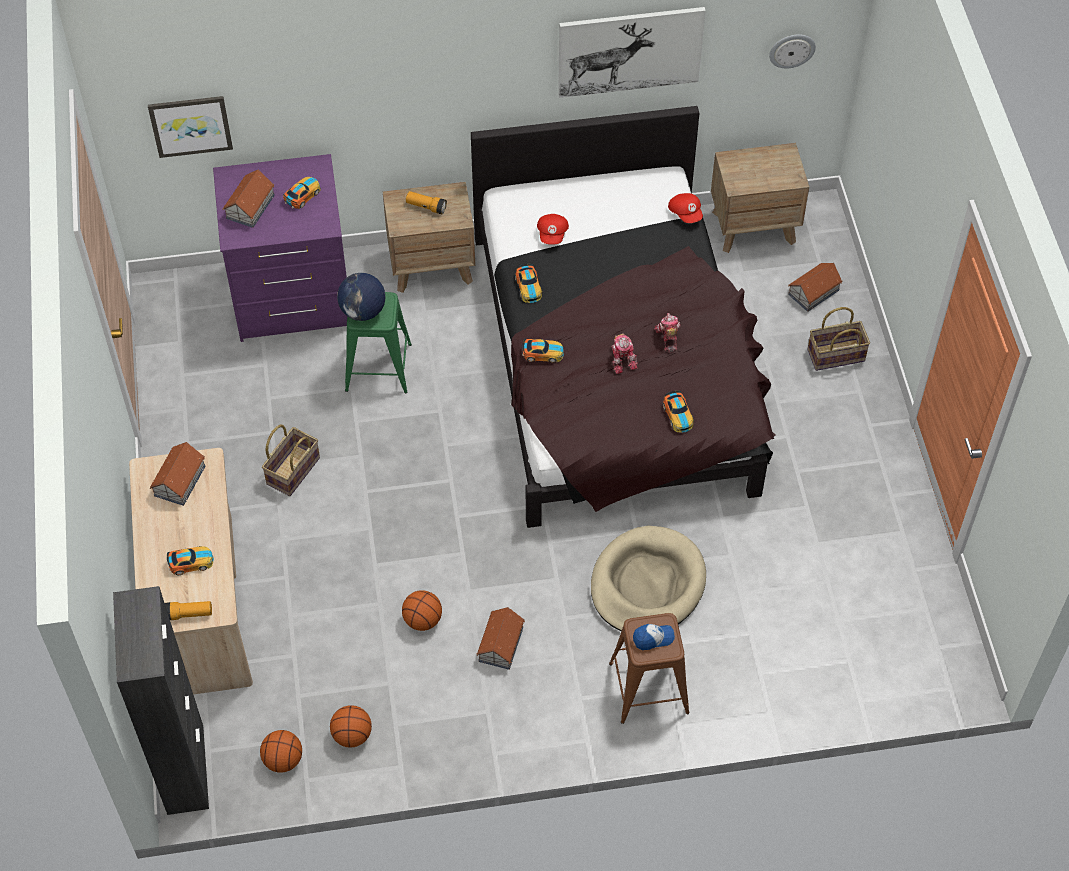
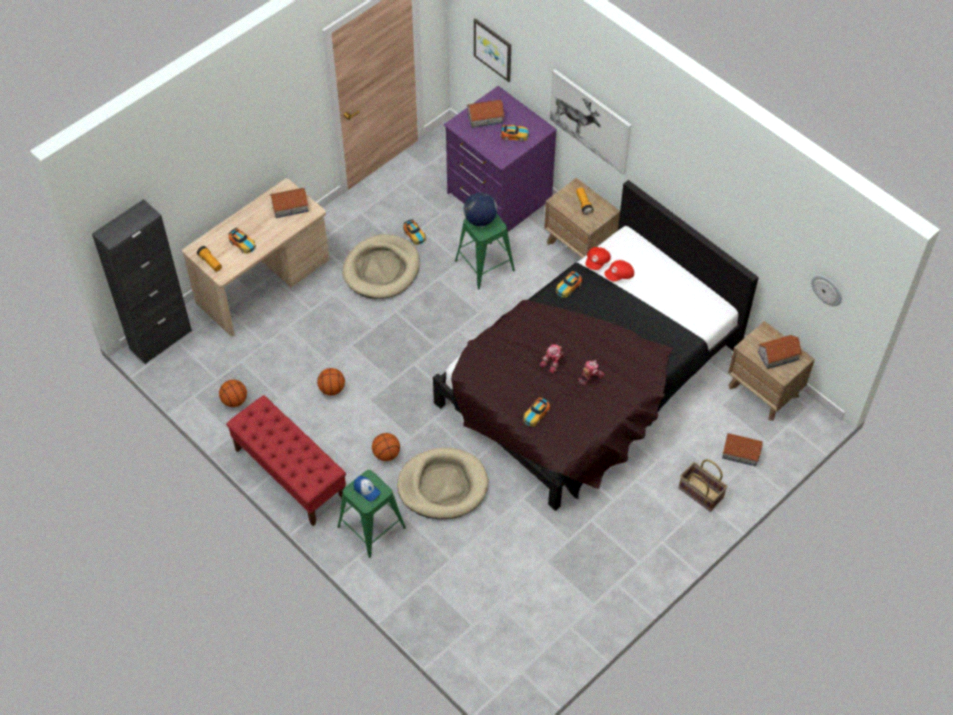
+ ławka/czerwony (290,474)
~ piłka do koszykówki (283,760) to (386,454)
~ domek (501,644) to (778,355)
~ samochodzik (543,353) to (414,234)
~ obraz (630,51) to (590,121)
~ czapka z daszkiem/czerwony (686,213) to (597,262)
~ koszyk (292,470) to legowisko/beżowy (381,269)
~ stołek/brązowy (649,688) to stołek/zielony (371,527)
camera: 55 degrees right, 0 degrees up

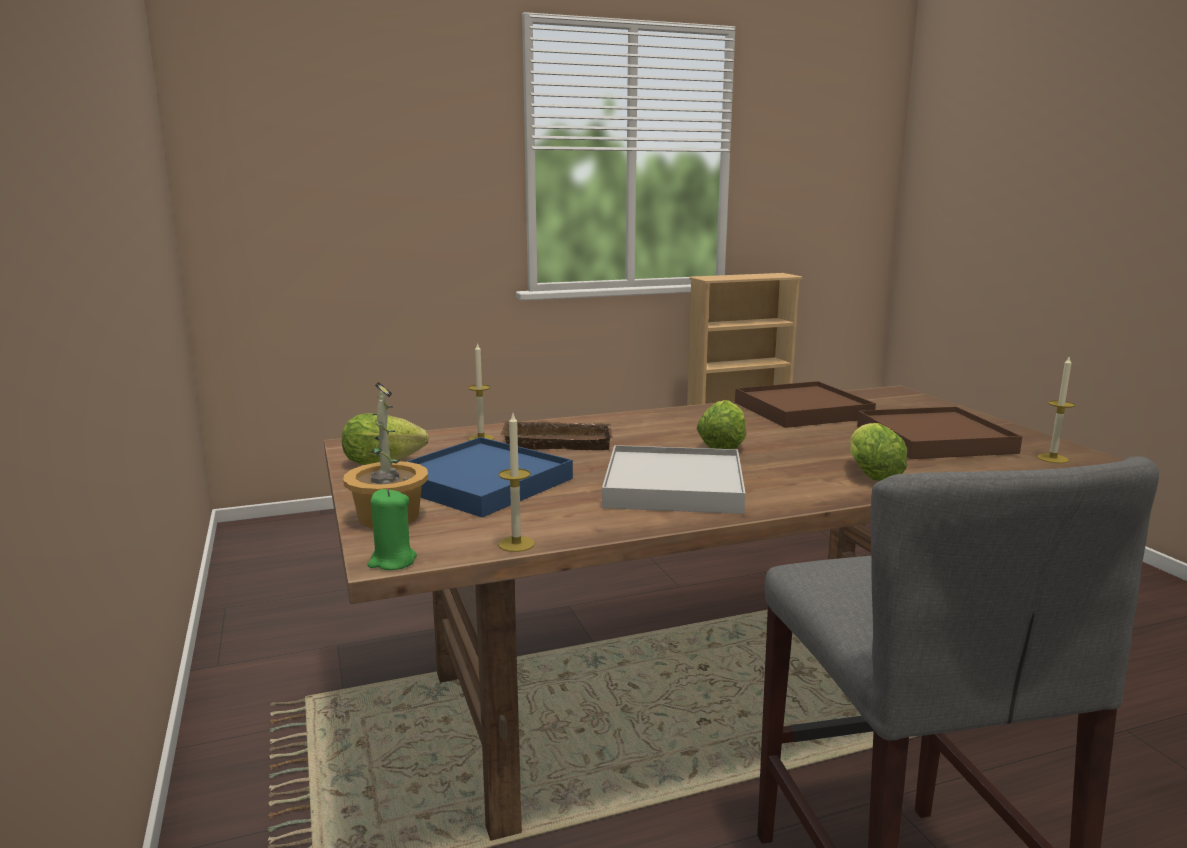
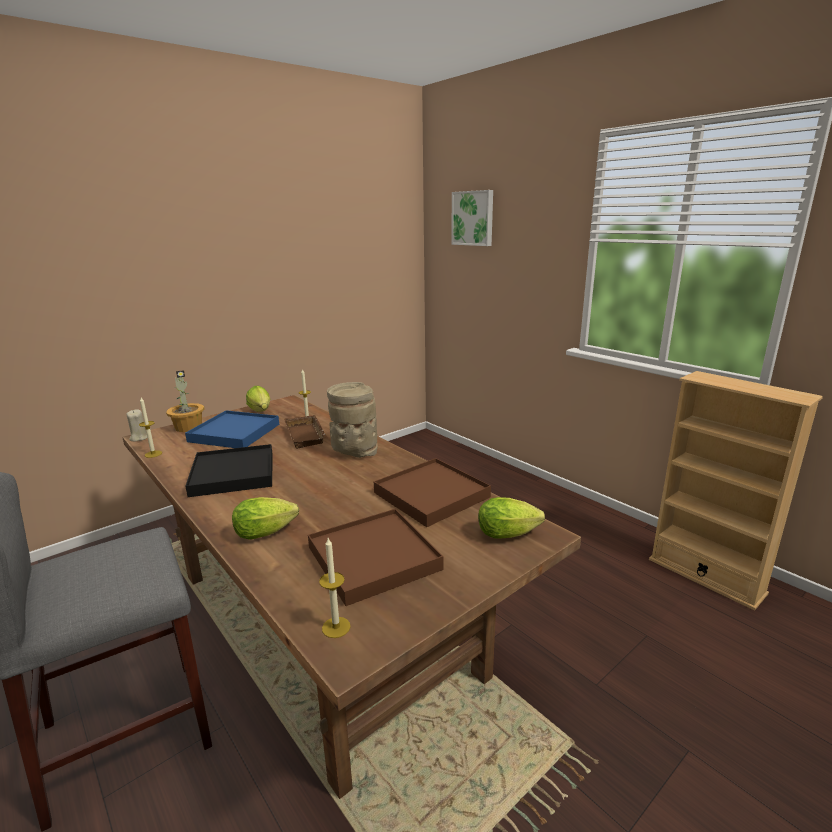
+ wazon/beżowy (354,451)
+ obraz (473,218)
~ sałata (723,446) to (510,534)
~ świeca/zielony (392,561) to świeca/beżowy (139,438)
~ taca/biały (674,486) to taca/czarny (233,474)
camera: 70 degrees right, 5 degrees up

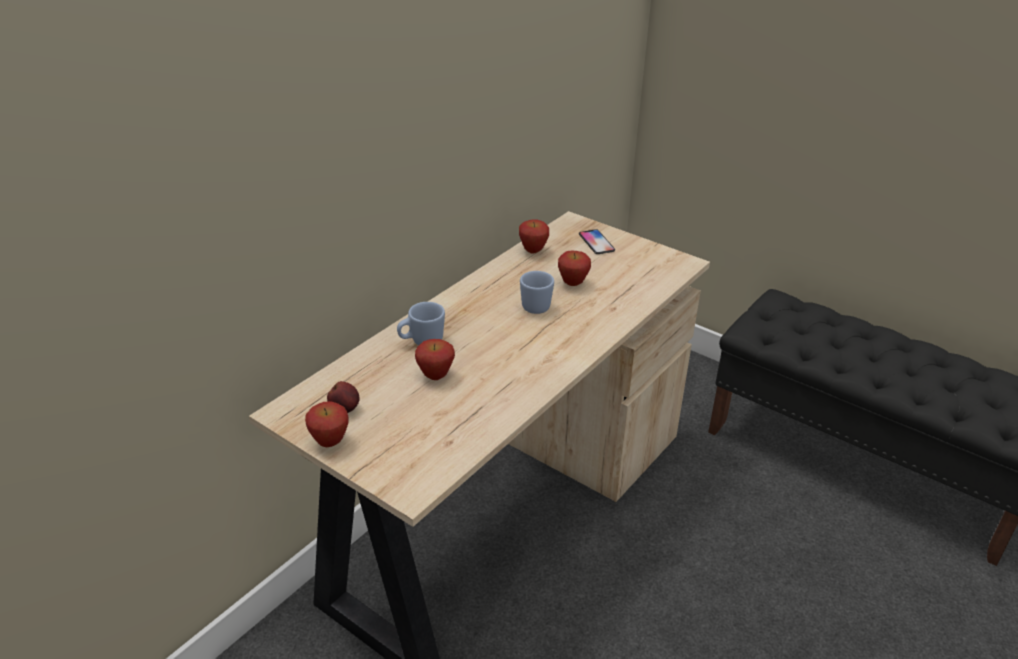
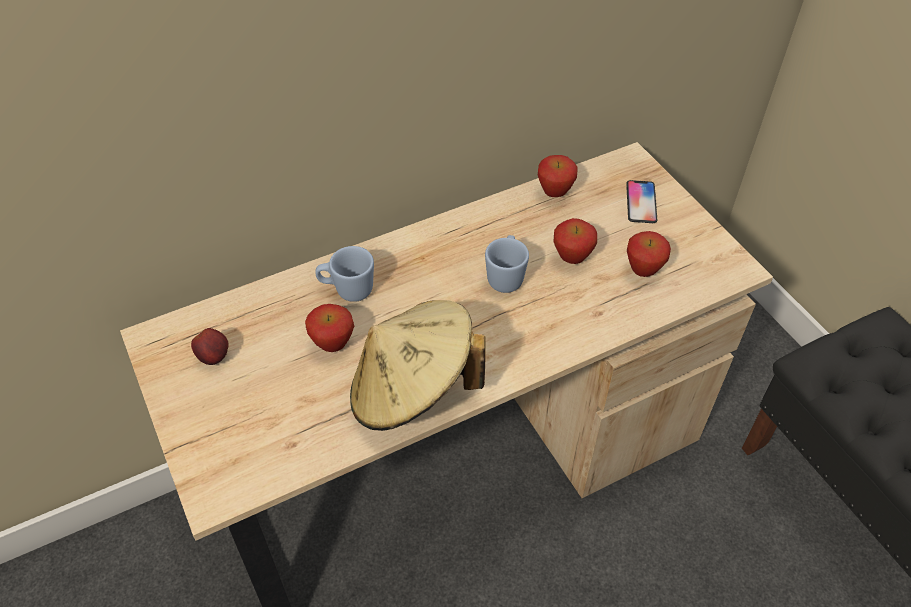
+ kapelusz/beżowy (412,391)
~ jabłko (330,442) to (643,271)
camera: 25 degrees right, 15 degrees up

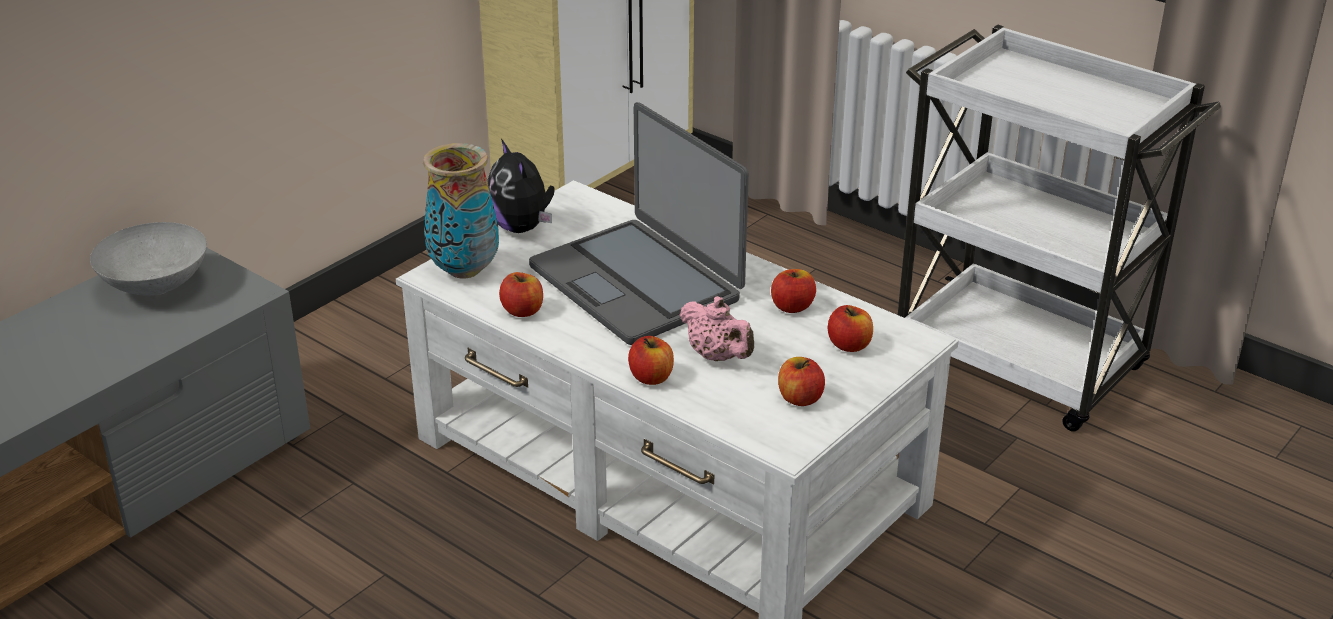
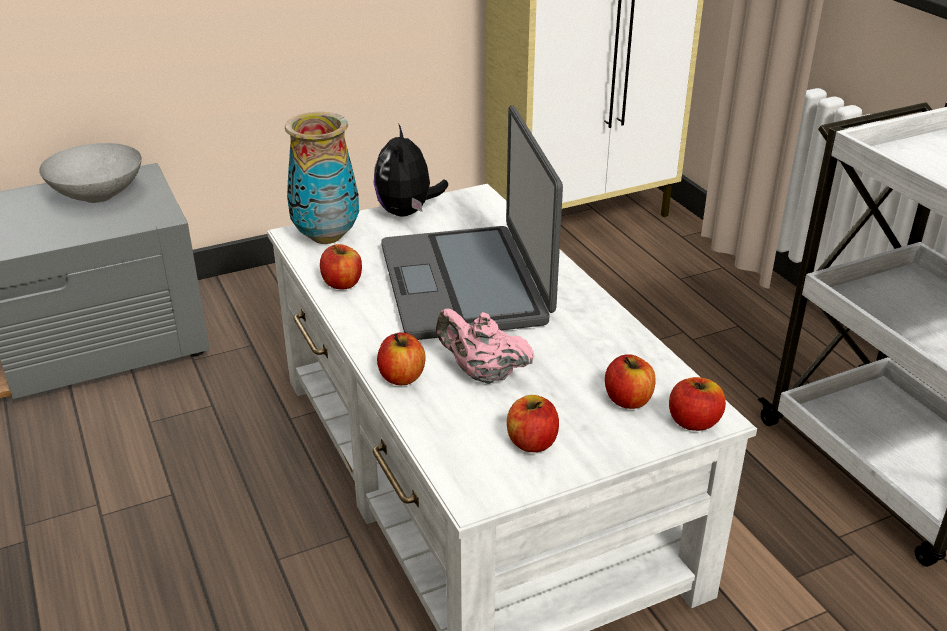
~ jabłko (792,306) to (693,422)
~ imbryk/różowy (717,356) = (483,374) 135 degrees clockwise
camera: 25 degrees right, 0 degrees up

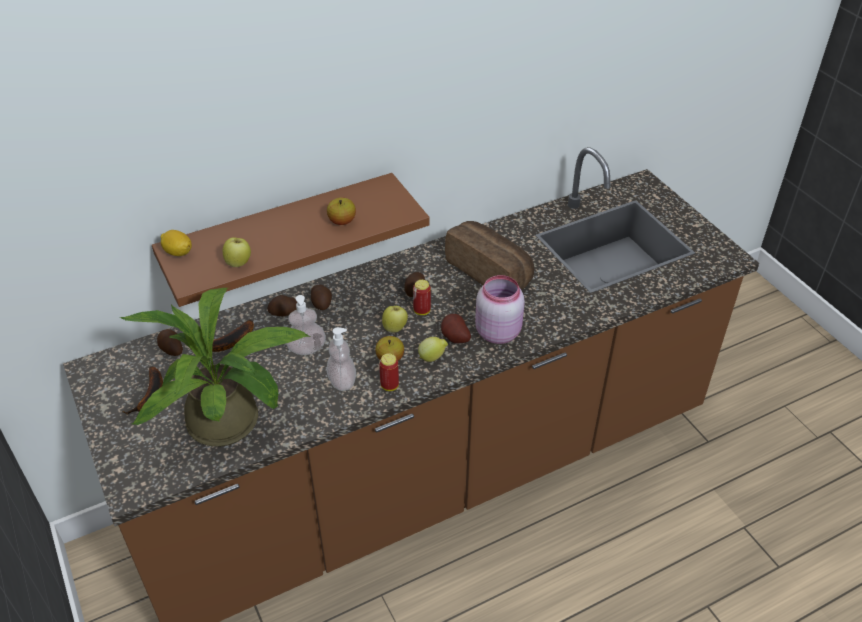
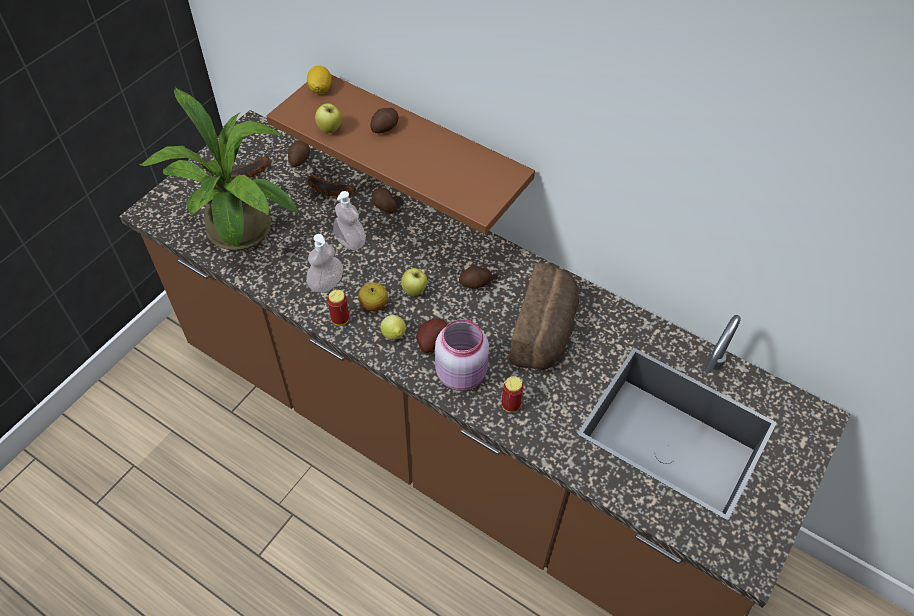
- jabłko (342,221)
~ ziemniak (321,302) to (385,127)
~ puszka (422,311) to (510,405)
camera: 60 degrees right, 10 degrees up

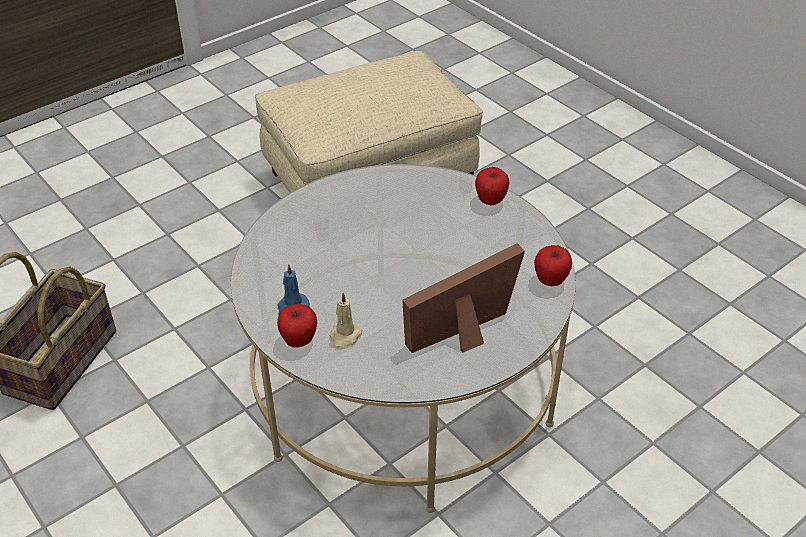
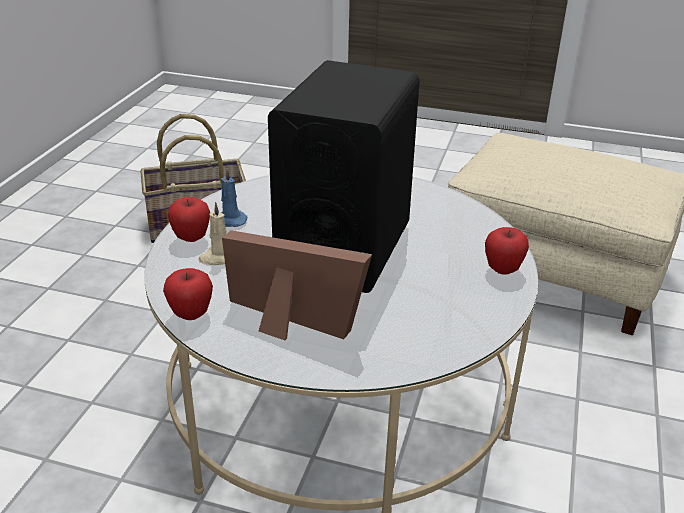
+ głośnik/czarny (344,247)
~ jabłko (550,281) to (191,314)
camera: 55 degrees right, 10 degrees down

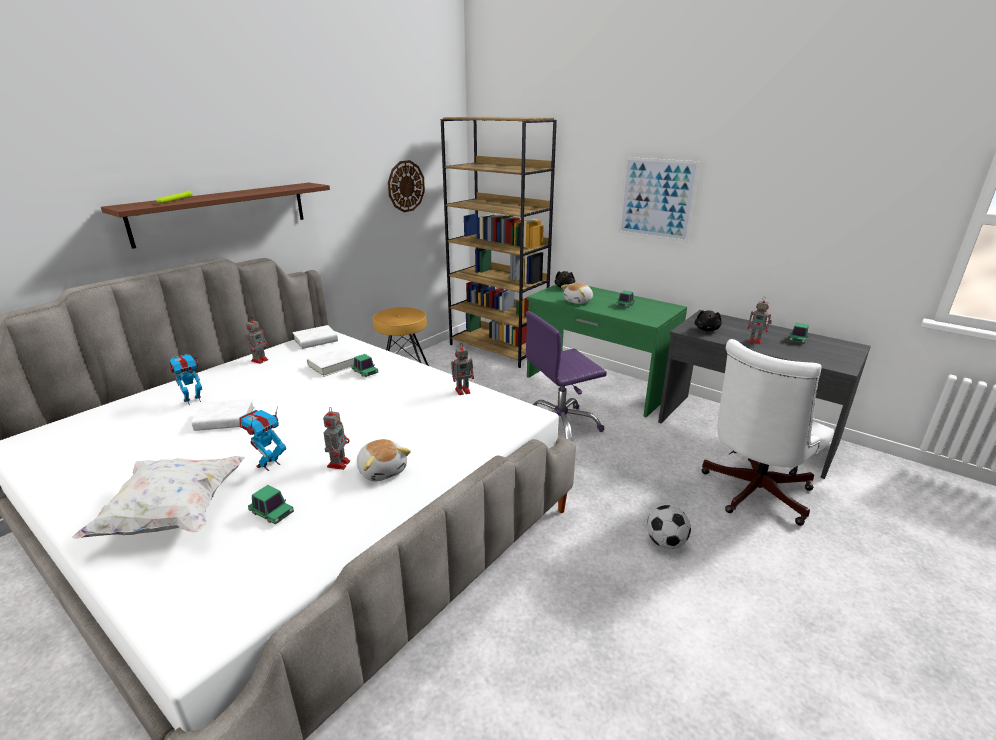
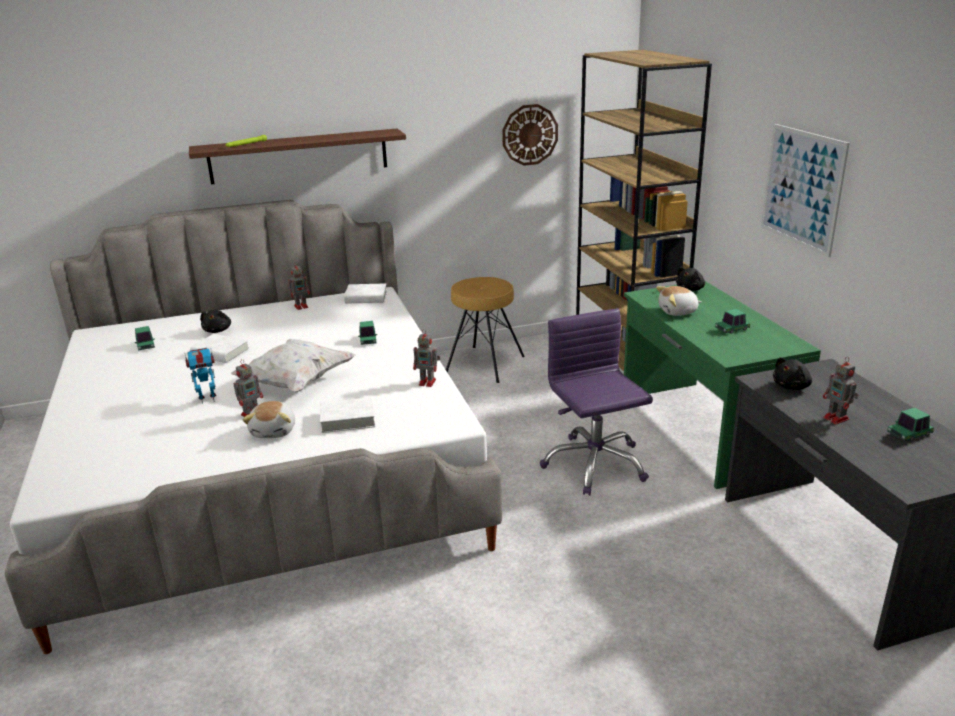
- piłka futbolowa (665,542)
- krzesło biurowe/biały (751,493)
~ poduszka/biały (173,515) to (296,382)
~ samochodzik (271,513) to (145,345)
~ książka/biały (333,365) to (347,419)
~ robot zabawkowy (193,400) to pluszak/czarny (217,330)
~ krzesło biurowe/fioletowy (560,426) = (594,464) 60 degrees clockwise
camera: 35 degrees right, 0 degrees up

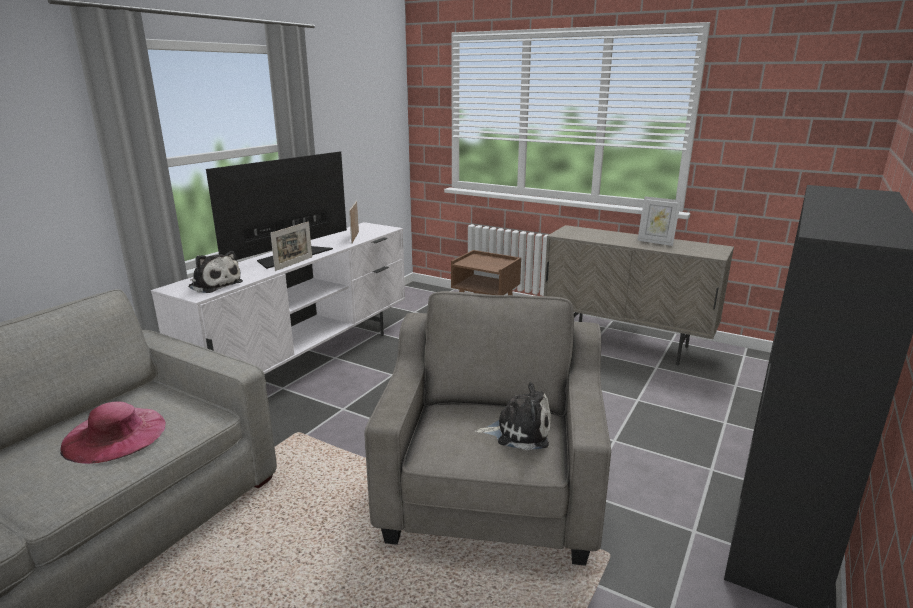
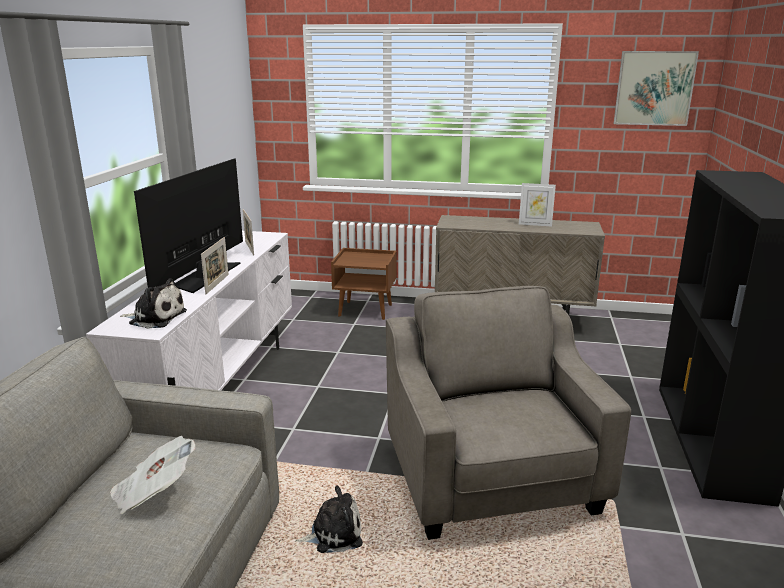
+ obraz (654,88)
~ pluszak (519,431) to (333,534)
~ kapelusz/różowy (114,434) to gazeta (154,492)
camera: 20 degrees left, 0 degrees up

